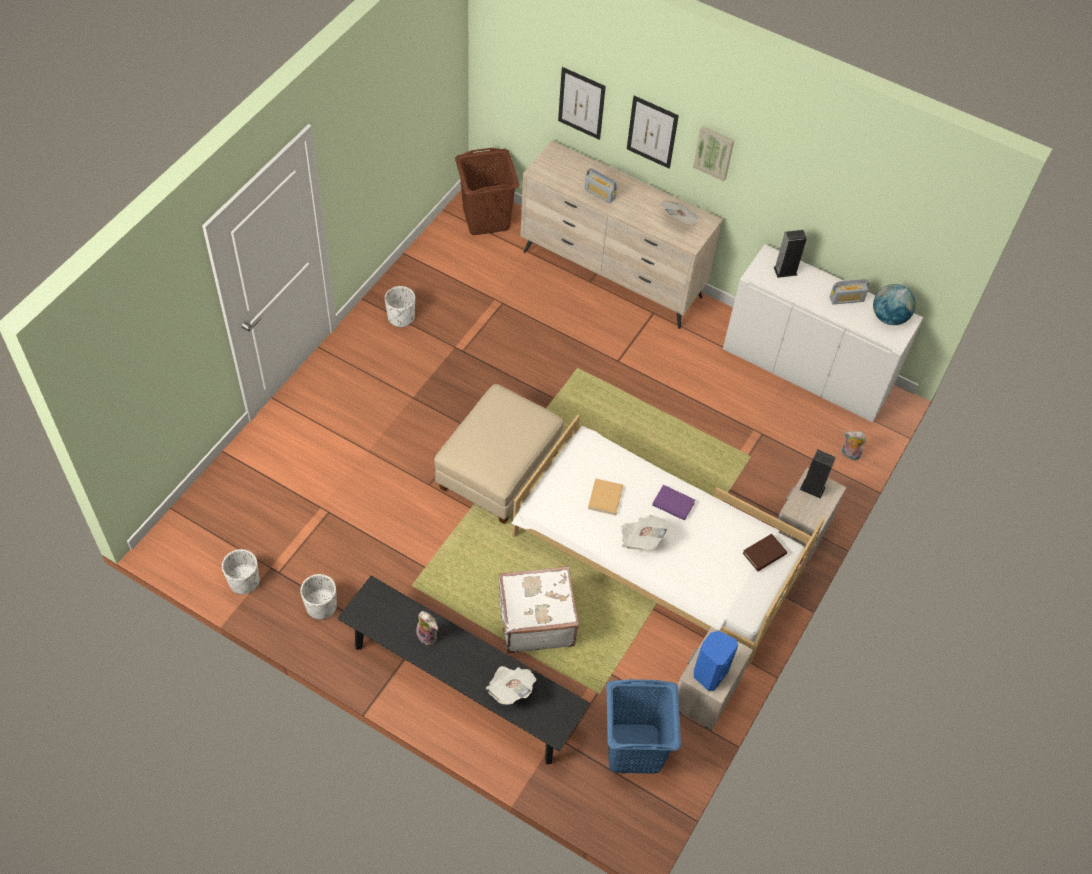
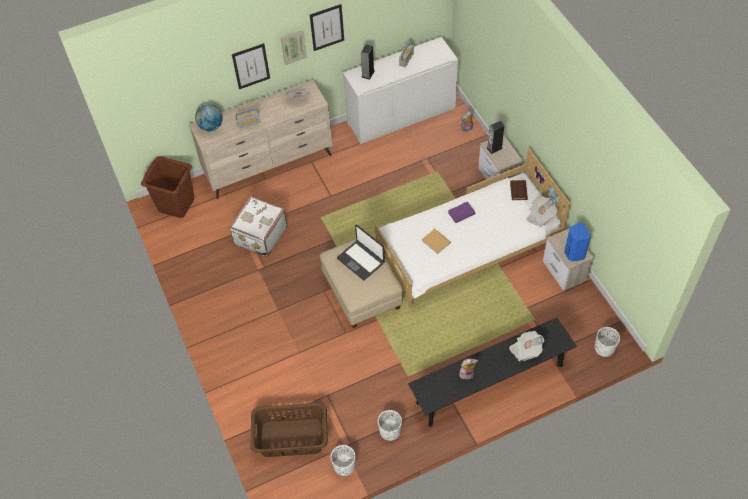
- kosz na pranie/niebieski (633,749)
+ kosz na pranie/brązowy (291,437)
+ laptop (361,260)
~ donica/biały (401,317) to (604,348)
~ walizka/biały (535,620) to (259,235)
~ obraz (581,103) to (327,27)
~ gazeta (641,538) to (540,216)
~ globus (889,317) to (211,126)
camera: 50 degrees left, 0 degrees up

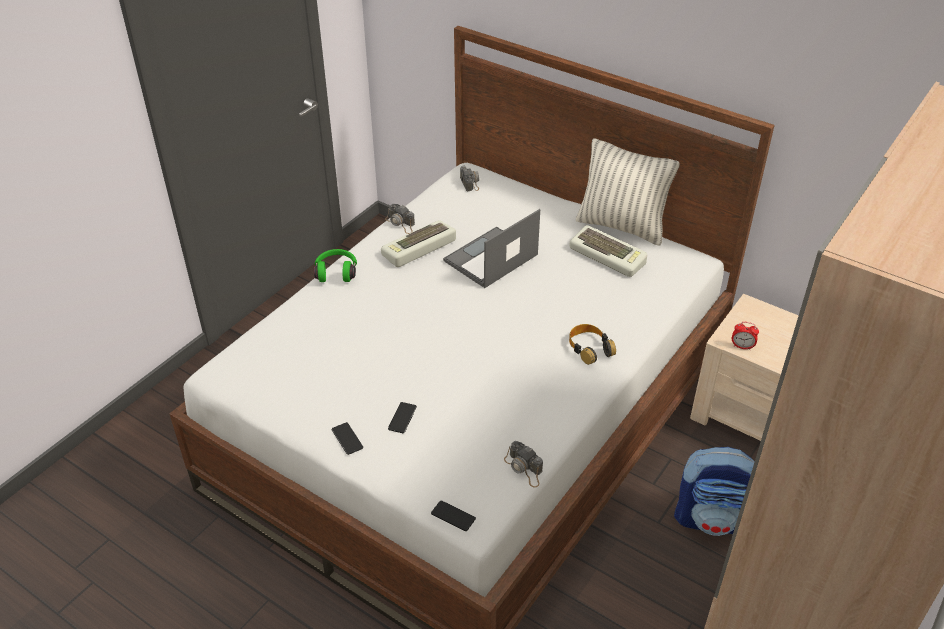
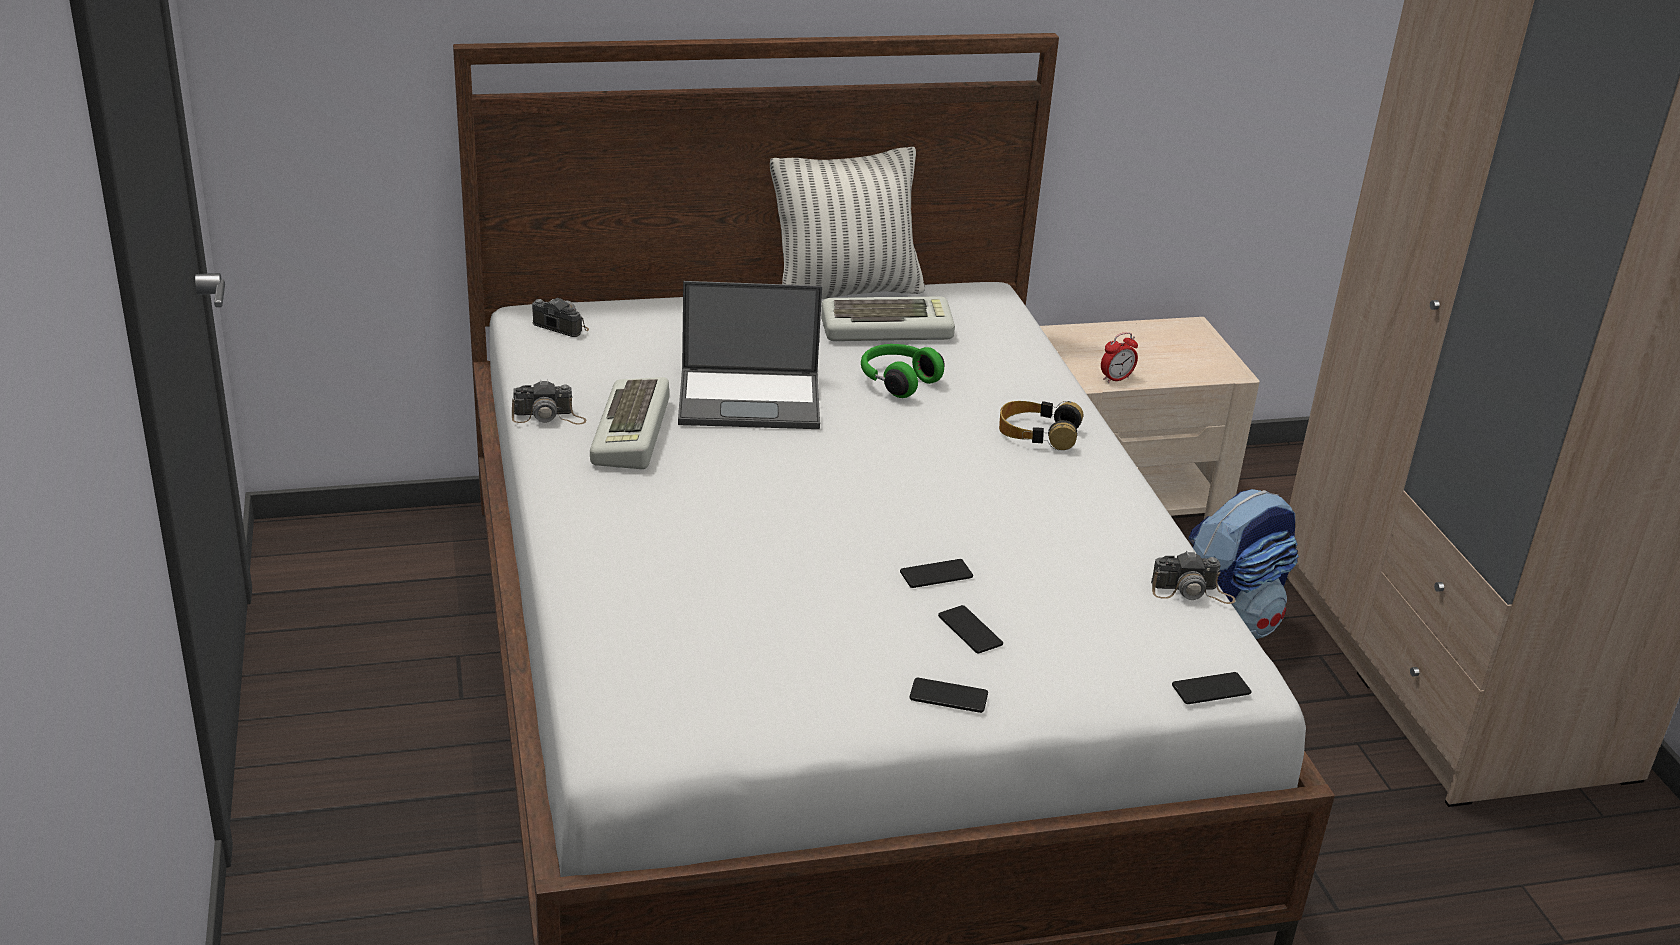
+ telefon (936,574)
~ słuchawki/zielony (336,272) to (897,381)
~ laptop (490,258) = (751,399) 90 degrees counterclockwise
camera: 50 degrees left, 10 degrees down

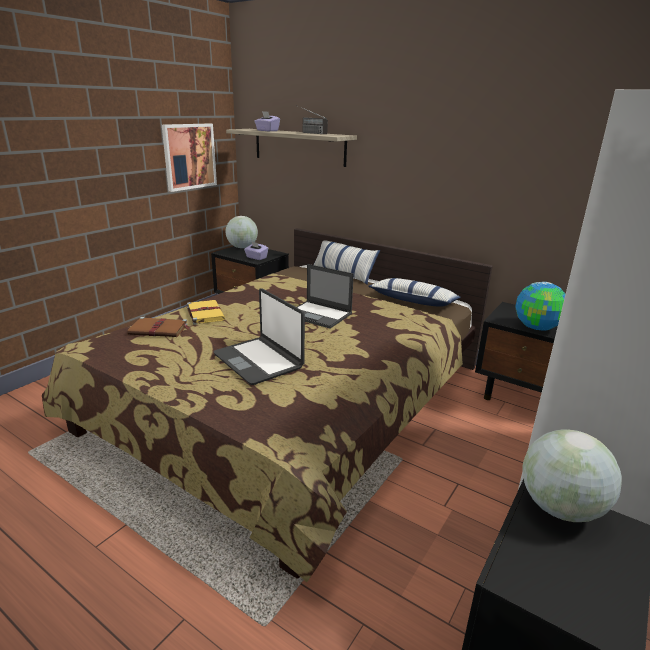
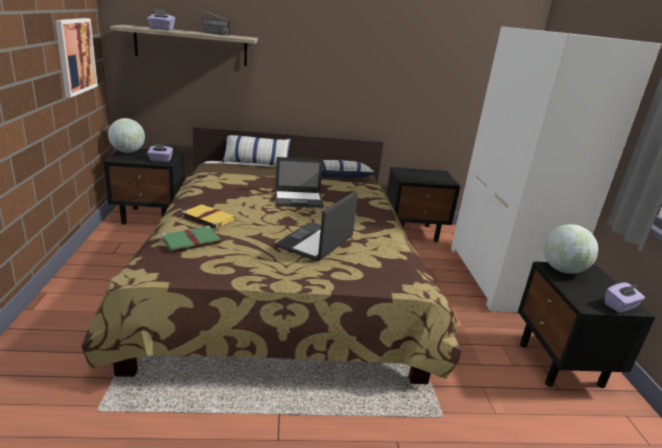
- globus (537,328)
+ pudełko chusteczek/fioletowy (620,306)
~ książka/brązowy (159,330) to książka/zielony (192,241)
~ laptop (259,361) = (316,243) 105 degrees clockwise
camera: 40 degrees left, 0 degrees up

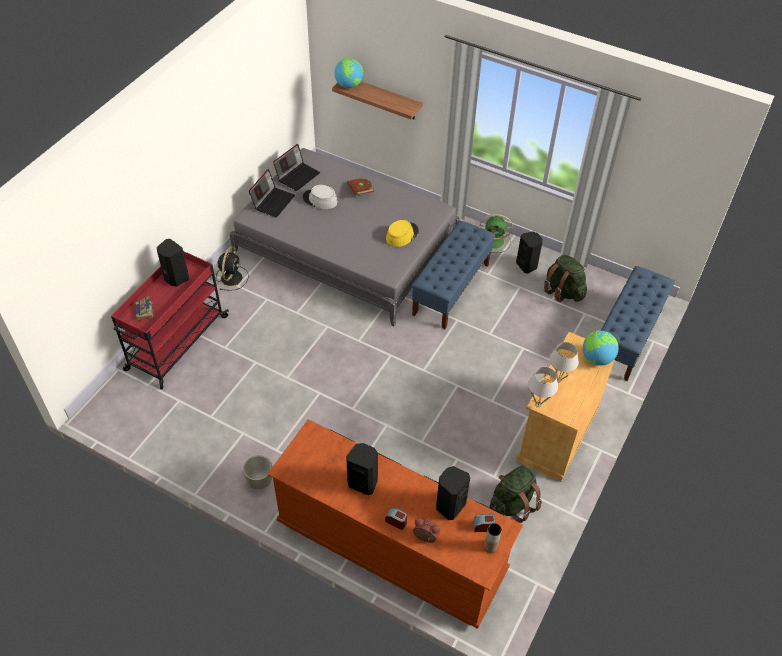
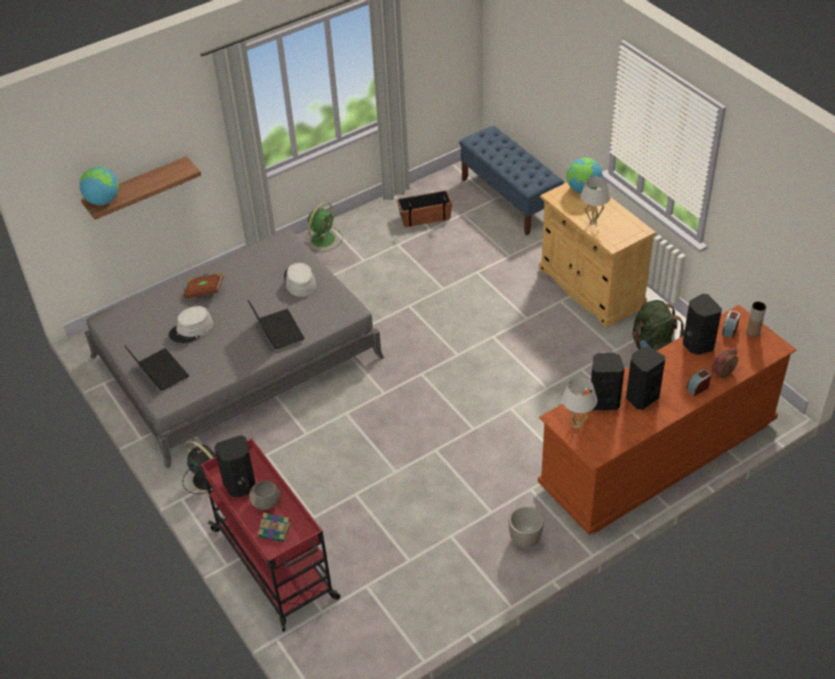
- ławka/niebieski (451,289)
+ miska/szary (266,502)
~ laptop (297,176) to (277,330)
~ głośnik/czarny (527,265) to (603,401)
~ lampa stołowa/biały (538,404) to (577,425)
~ plecak/zielony (563,291) to donica (425,217)
~ kapelusz/żółty (402,235) to kapelusz/szary (299,281)
camera: 60 degrees left, 5 degrees down

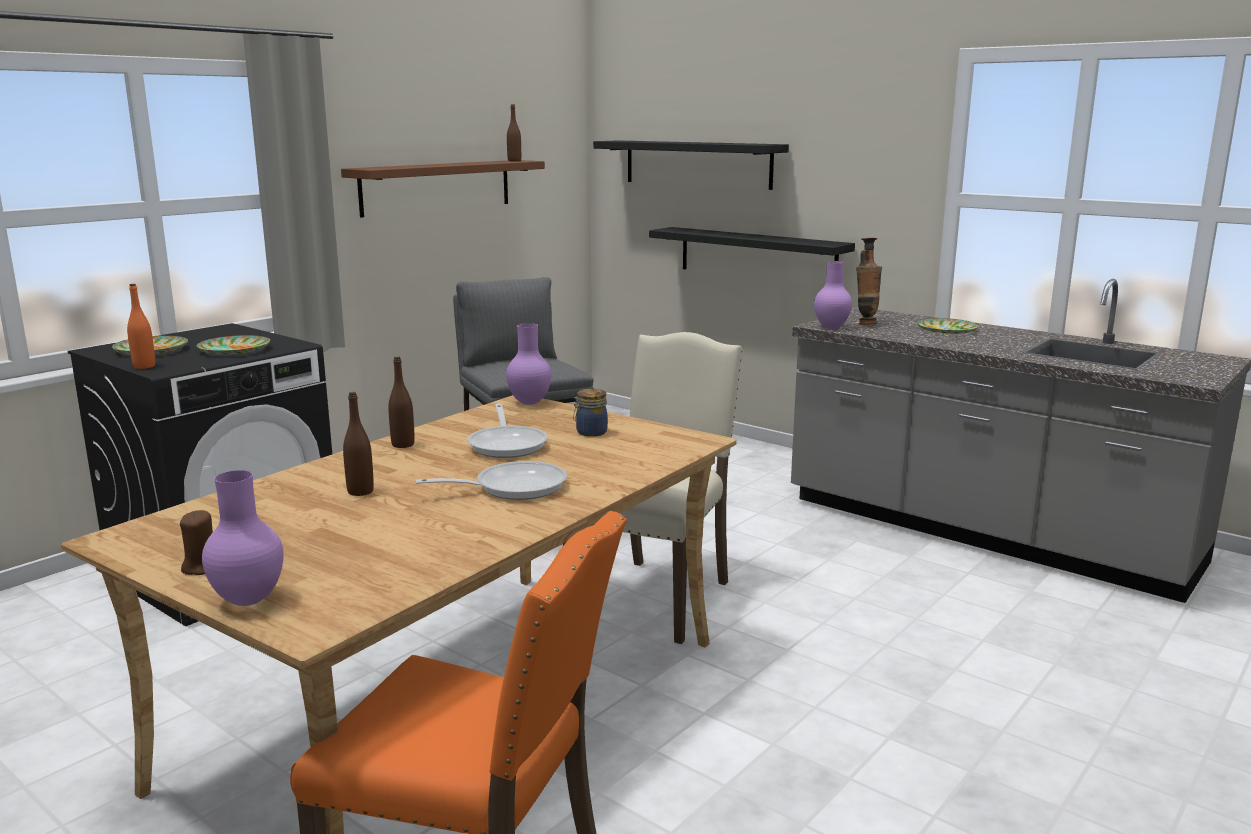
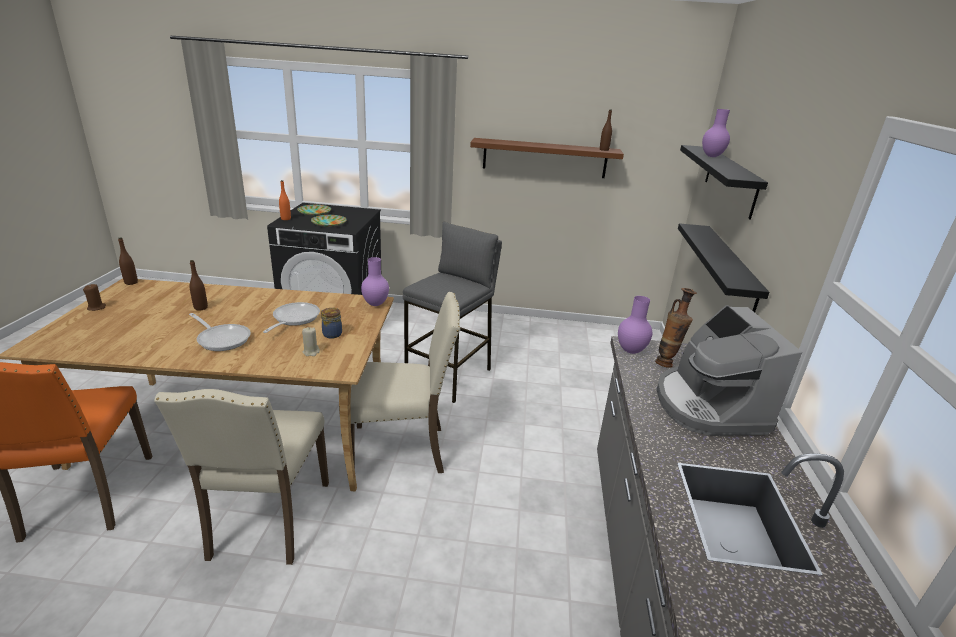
+ krzesło/beżowy (267,521)
+ świeca/beżowy (311,352)
~ wazon/fioletowy (249,600) to (712,156)
~ butelka/brązowy (403,445) to (131,282)
~ talerz (947,330) to ekspres do kawy (708,406)
~ patelnia (508,444) = (293,319) 150 degrees clockwise
camera: 55 degrees right, 10 degrees up

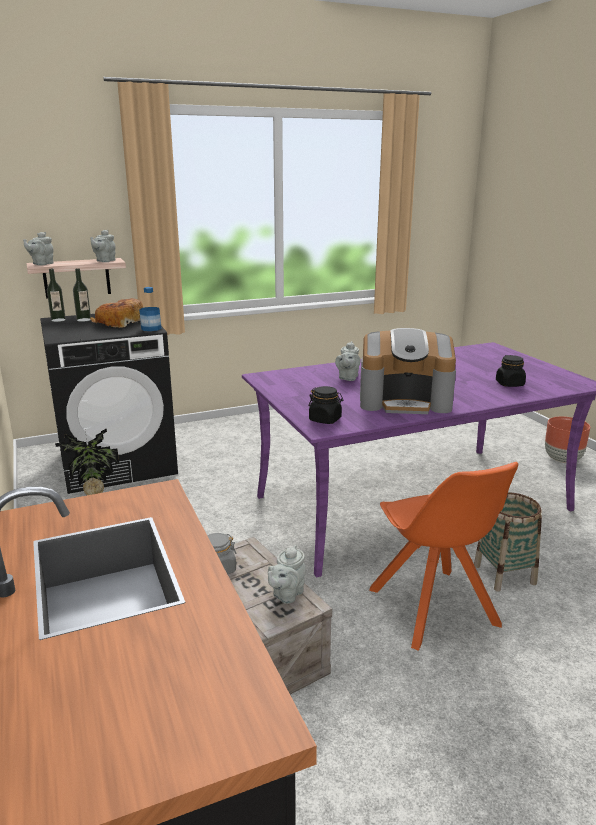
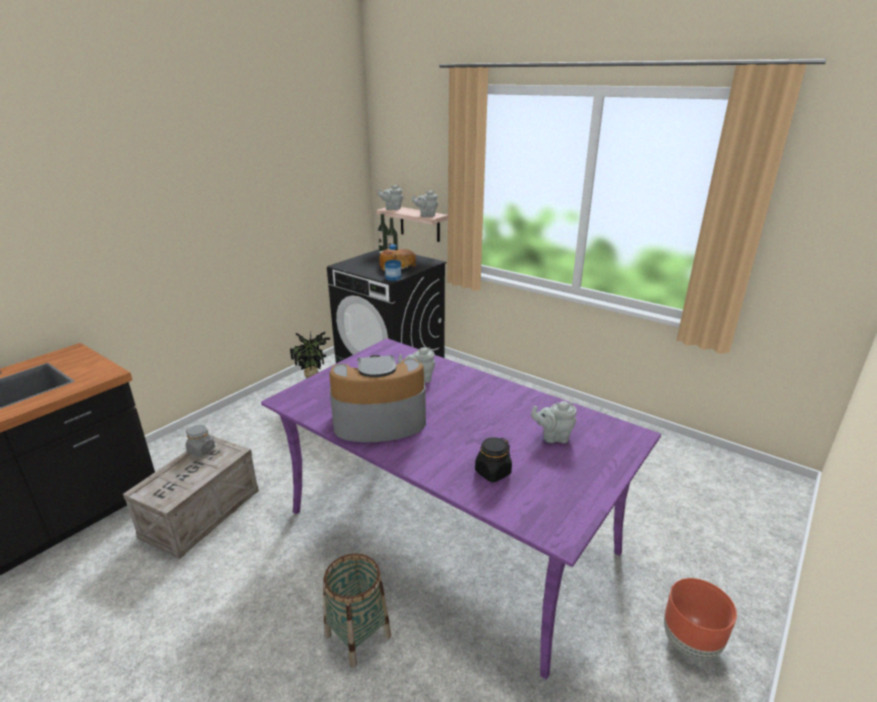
- słoik/czarny (325,419)
- krzesło/pomarańczowy (434,609)
~ imbryk/szary (286,594) to (553,437)
~ ekspres do kawy (405,401) = (378,420) 105 degrees clockwise
camera: 60 degrees right, 5 degrees up

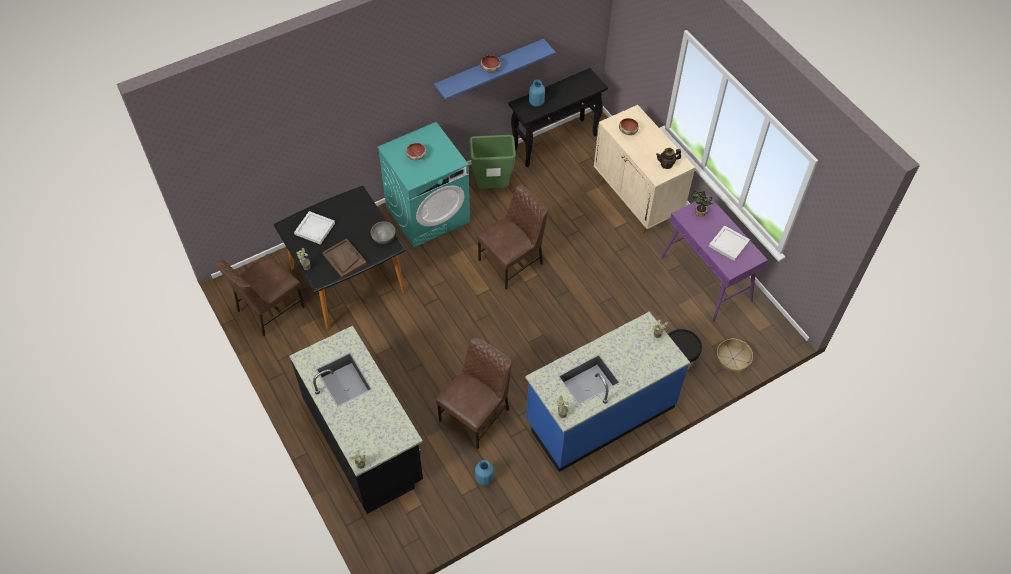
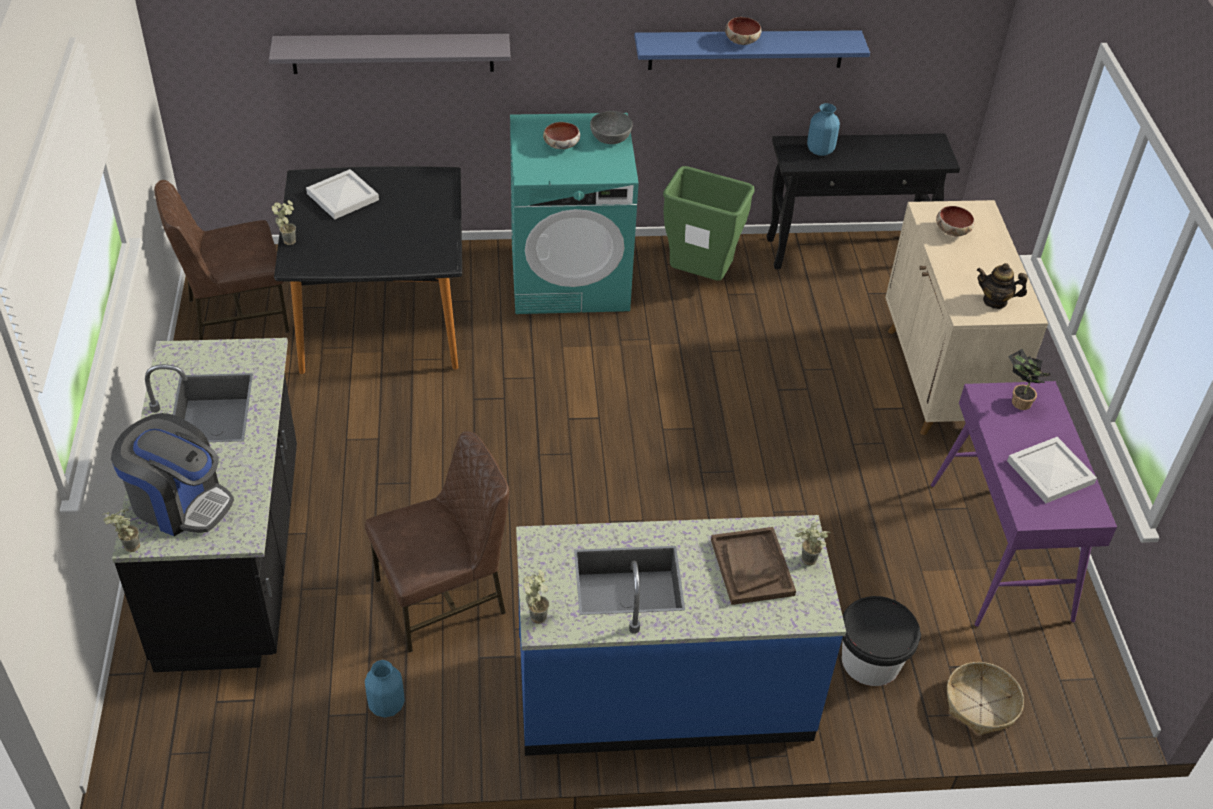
- krzesło/brązowy (512,262)
+ ekspres do kawy (179,502)
+ półka/szary (392,53)
~ taca/brązowy (344,259) to (751,567)
~ miska/szary (383,237) to (610,137)
camera: 25 degrees right, 10 degrees down

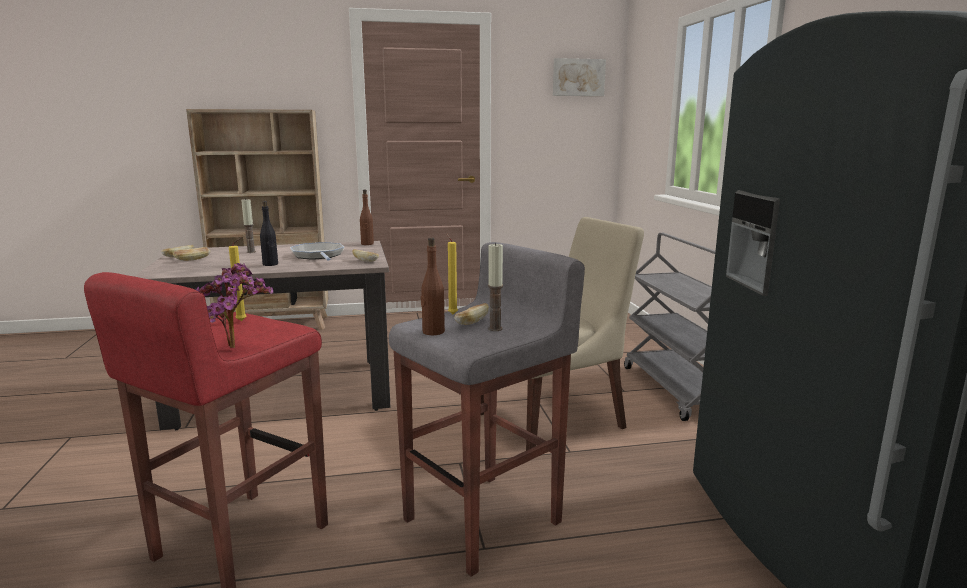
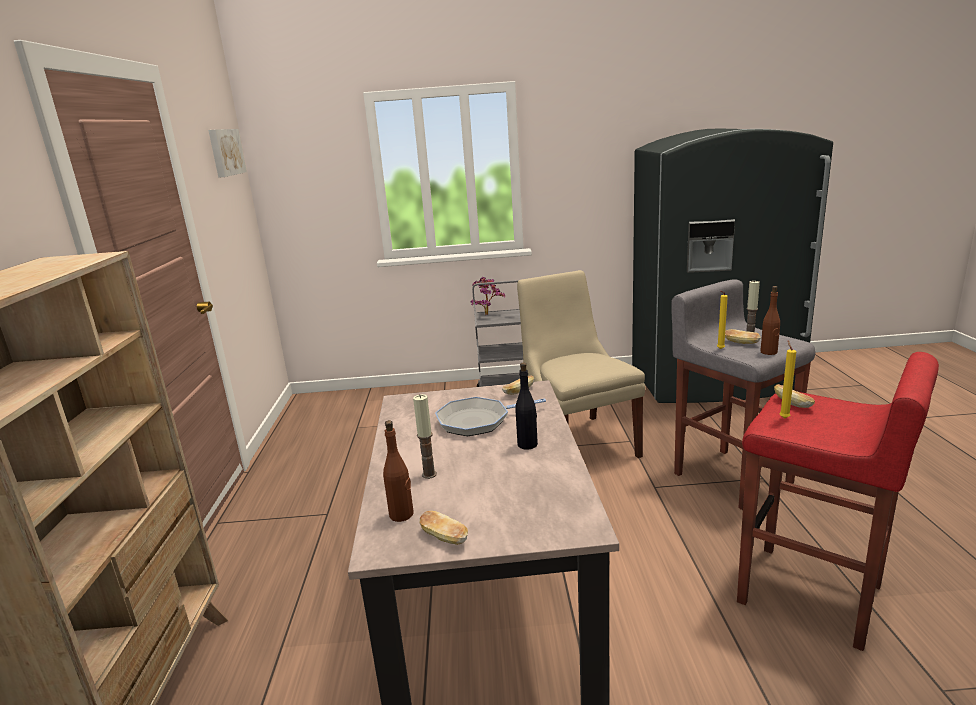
~ chleb (192,260) to (792,404)
~ roślina doniczkowa (237,348) to (487,314)
~ butelka/brązowy (367,244) to (401,515)
camera: 80 degrees left, 5 degrees up

